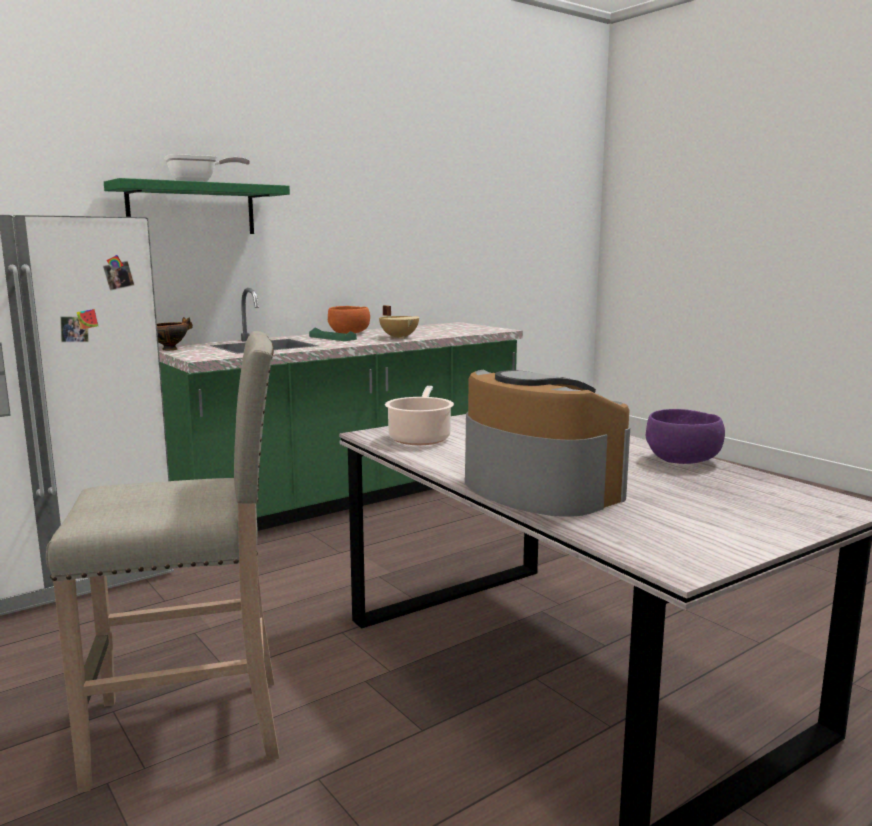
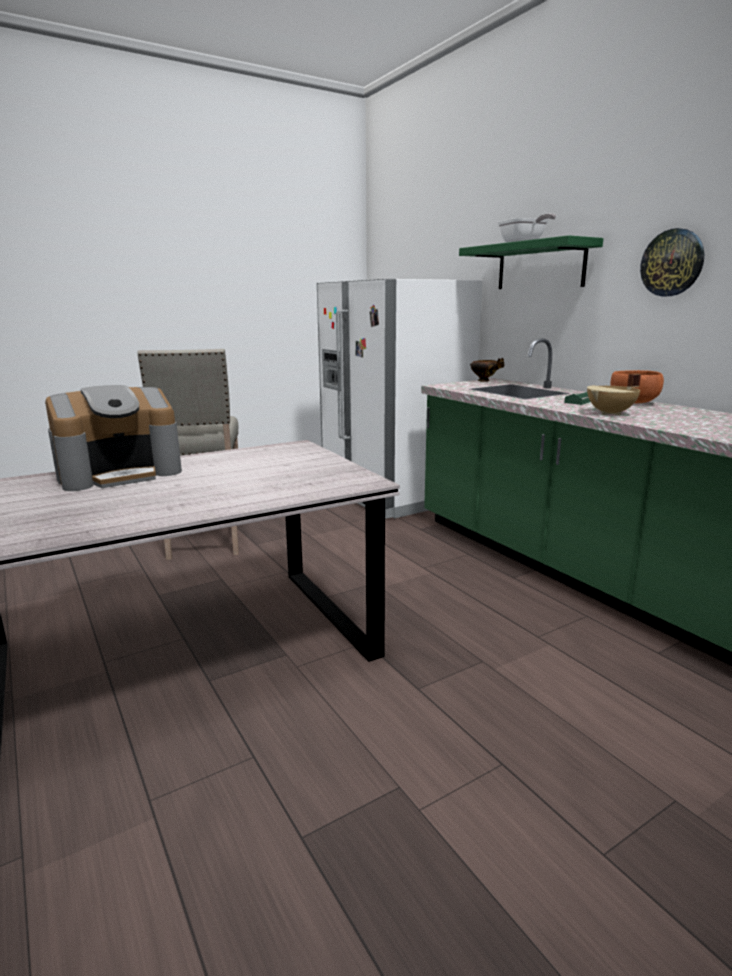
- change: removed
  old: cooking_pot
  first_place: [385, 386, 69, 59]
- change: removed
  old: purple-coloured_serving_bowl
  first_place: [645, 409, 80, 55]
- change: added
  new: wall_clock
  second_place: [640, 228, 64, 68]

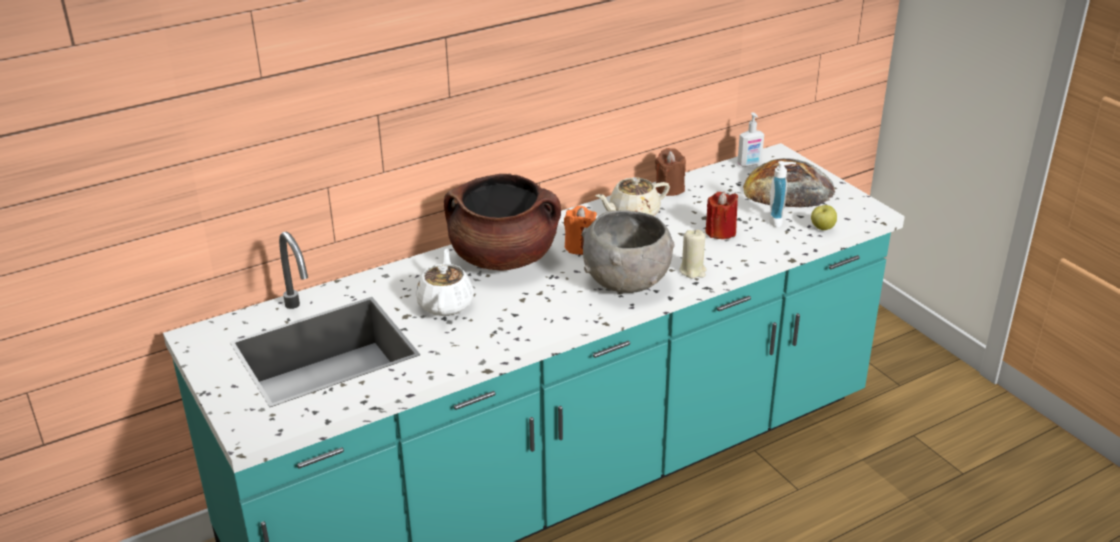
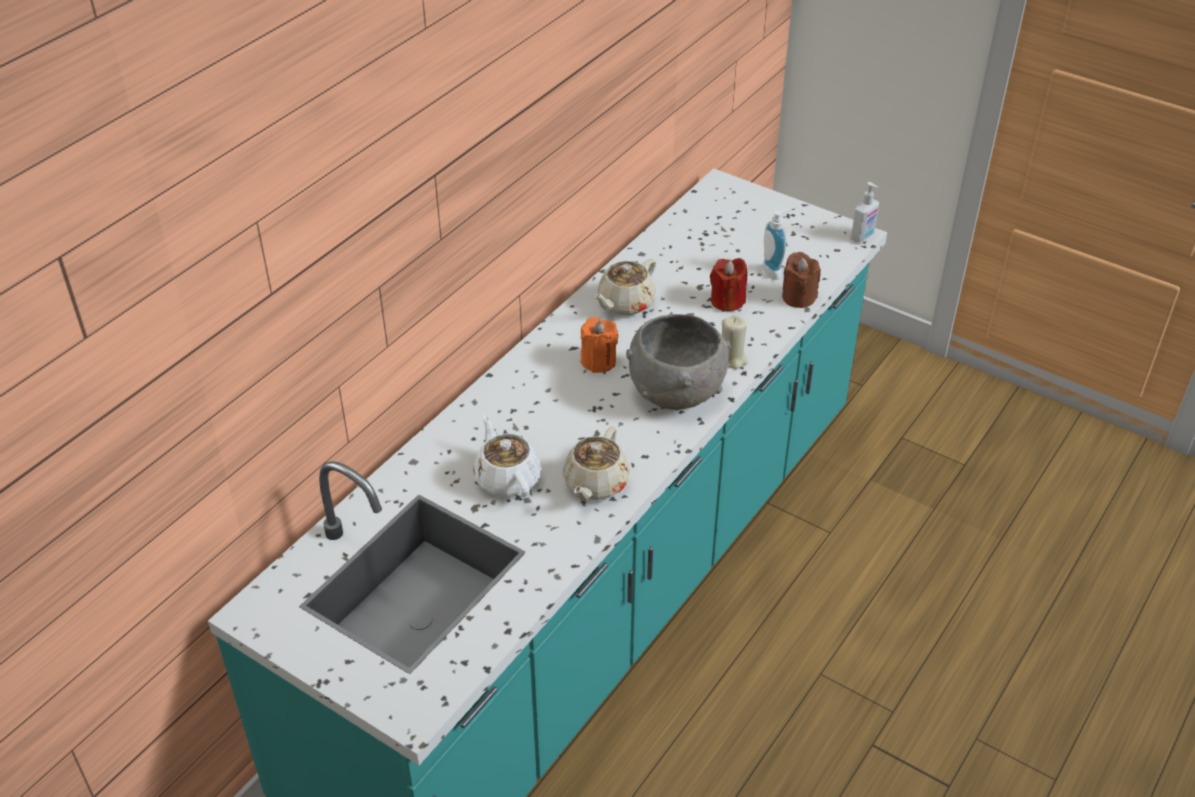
- change: removed
  old: brown-coloured_cooking_pot
  first_place: [444, 174, 117, 97]
- change: removed
  old: bakery_bread
  first_place: [743, 158, 92, 49]
- change: removed
  old: apple_fruit
  first_place: [811, 205, 26, 25]
- change: added
  new: sand-coloured_tea_pot
  second_place: [562, 426, 68, 74]
- change: moved
  old: brown-coloured_wax_light
  first_place: [655, 148, 31, 48]
  second_place: [782, 252, 39, 56]
- change: moved
  old: soap_dispenser
  first_place: [738, 112, 26, 55]
  second_place: [851, 182, 28, 60]

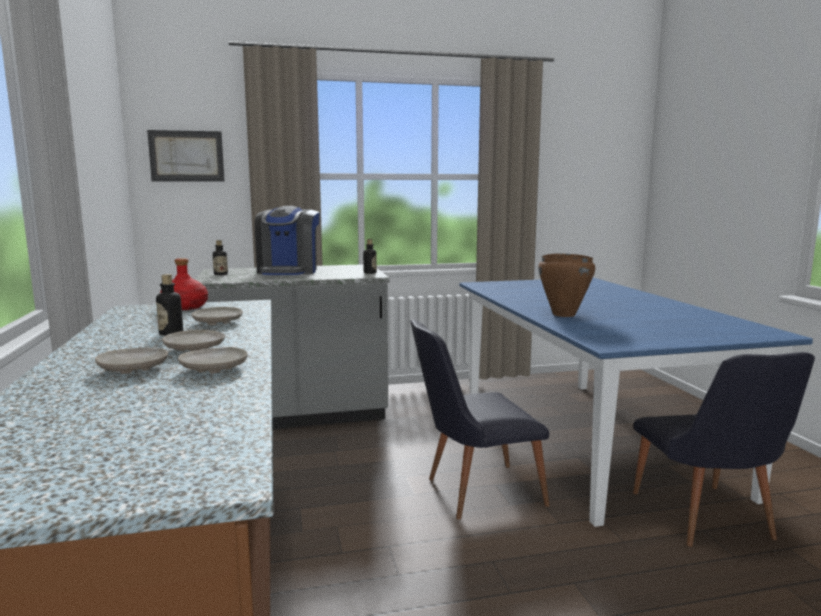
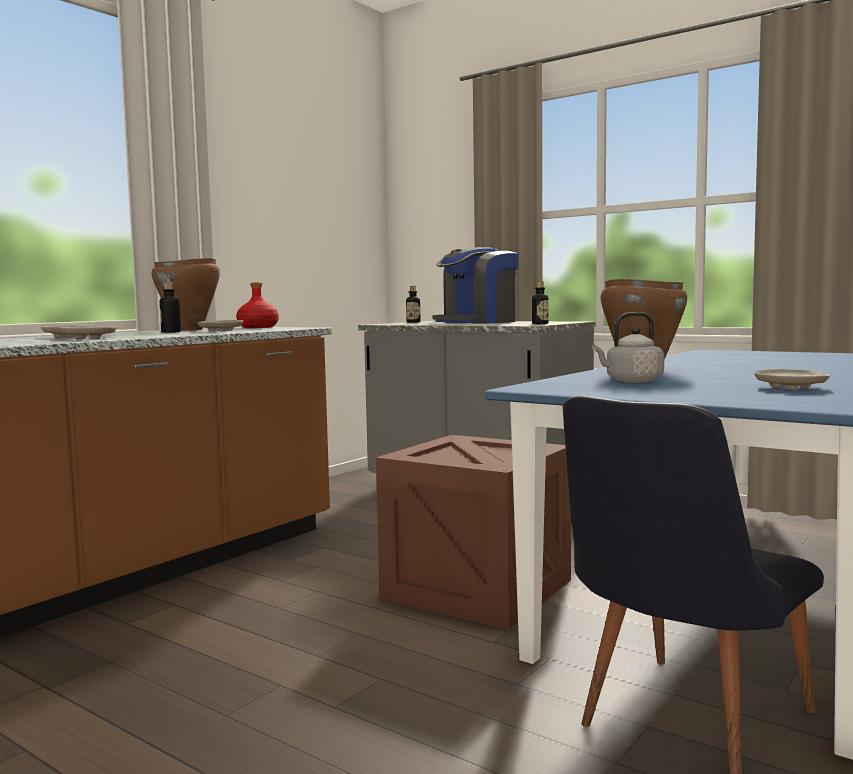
- change: removed
  old: wall_art
  first_place: [147, 130, 78, 52]
- change: added
  new: brown-coloured_cooking_pot
  second_place: [152, 258, 68, 73]
- change: added
  new: gray_kettle
  second_place: [592, 312, 72, 71]
- change: moved
  old: sand-coloured_plate
  first_place: [162, 330, 63, 21]
  second_place: [754, 369, 77, 21]
- change: replaced
  old: blackish_plain_chair
  new: packing_crate
  first_place: [410, 320, 139, 199]
  second_place: [376, 435, 195, 195]

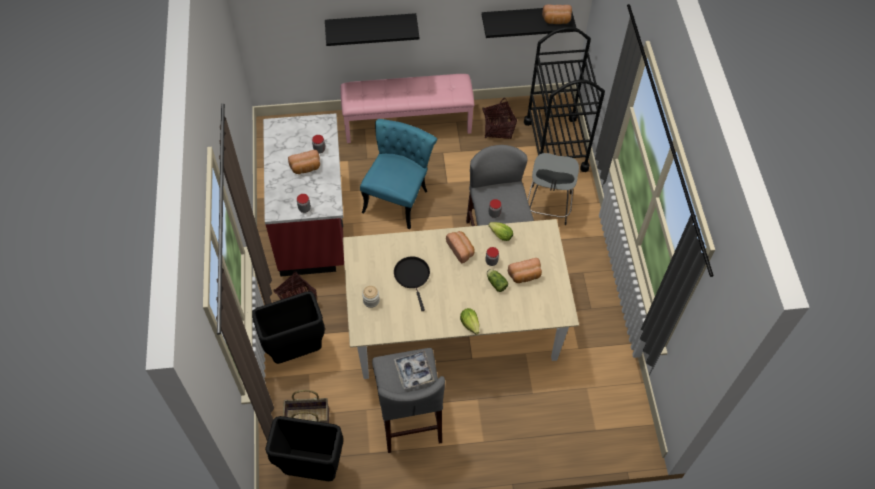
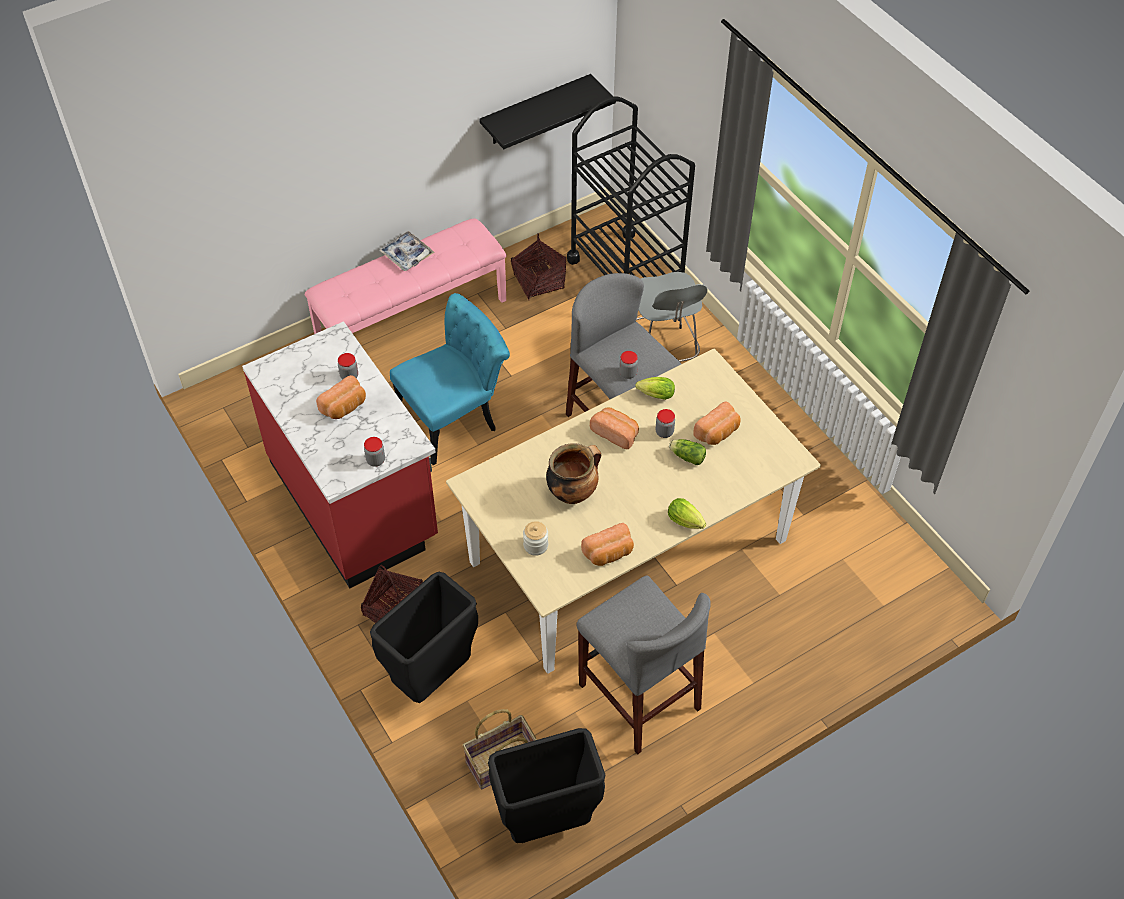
- change: removed
  old: blackish_bracket_shelf
  first_place: [325, 13, 94, 33]
- change: moved
  old: tray
  first_place: [394, 351, 41, 39]
  second_place: [379, 231, 56, 40]
- change: moved
  old: bakery_bread
  first_place: [542, 5, 30, 19]
  second_place: [581, 523, 53, 43]
- change: replaced
  old: blackish_skillet
  new: cooking_pot
  first_place: [394, 256, 36, 55]
  second_place: [546, 444, 55, 60]
- change: turned
  old: blue-green_plain_chair
  first_place: [360, 119, 77, 110]
  second_place: [390, 293, 120, 172]
  degrees: 60

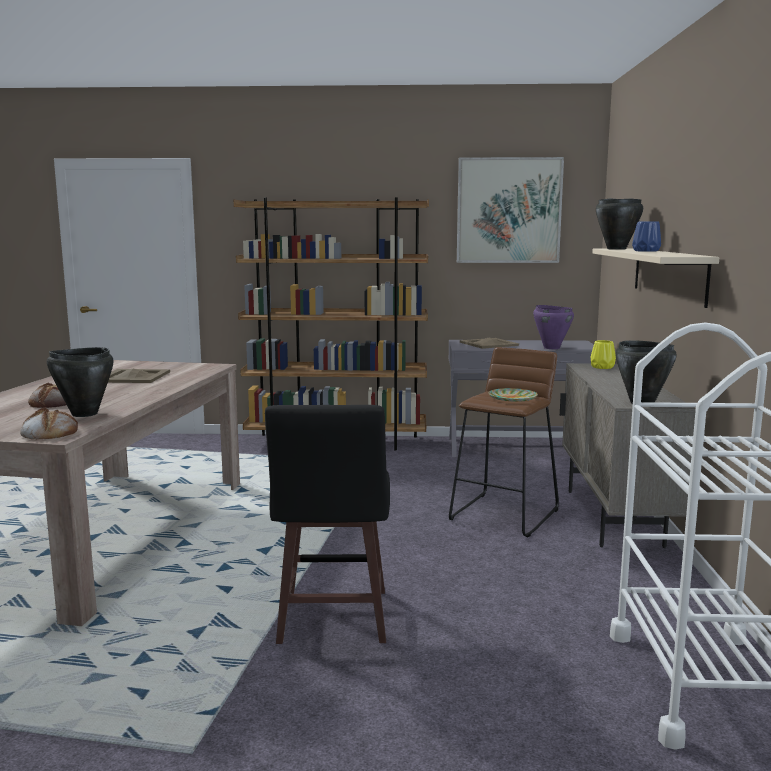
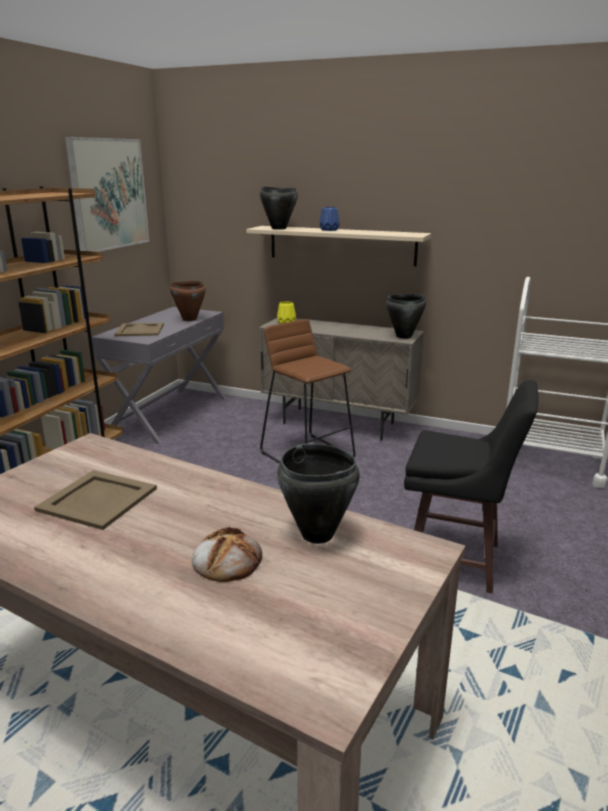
- change: removed
  old: bakery_bread
  first_place: [20, 407, 58, 32]
- change: removed
  old: plate
  first_place: [489, 388, 49, 14]
- change: recoloured
  old: purple-coloured_cooking_pot
  new: brown-coloured_cooking_pot
  first_place: [533, 305, 41, 44]
  second_place: [170, 281, 36, 40]

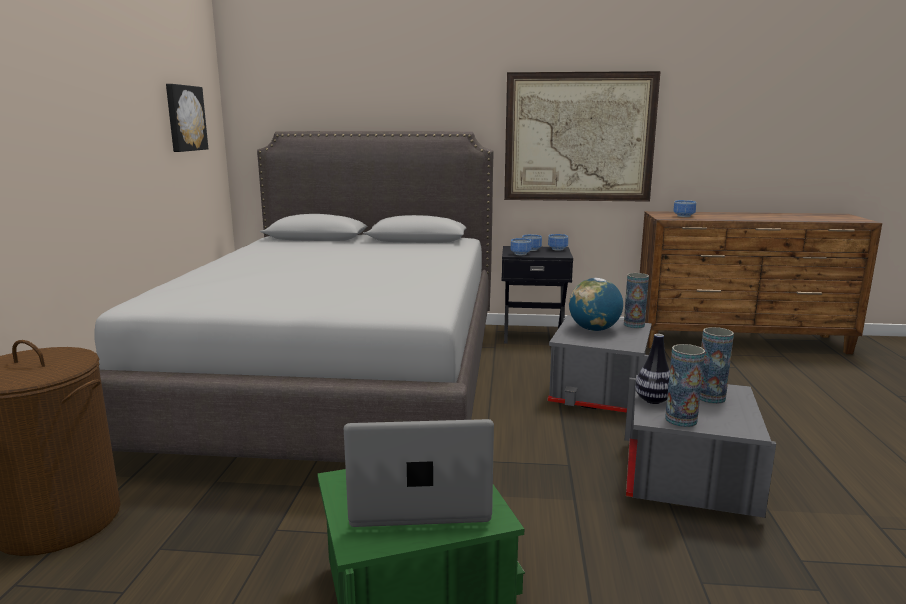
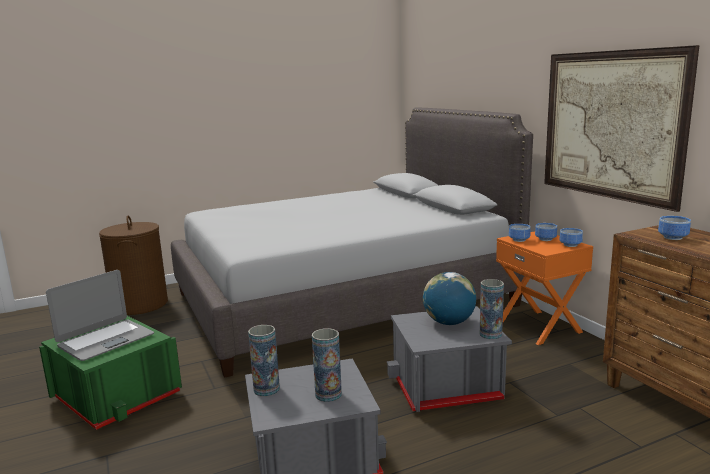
- change: removed
  old: wall_art
  first_place: [166, 84, 42, 68]
- change: removed
  old: flower_vase
  first_place: [635, 334, 35, 70]
- change: recoloured
  old: blackish_nightstand
  new: orange-coloured_nightstand
  first_place: [502, 246, 71, 98]
  second_place: [496, 231, 97, 114]
- change: turned
  old: laptop
  first_place: [344, 419, 150, 108]
  second_place: [46, 270, 108, 91]
  degrees: 75

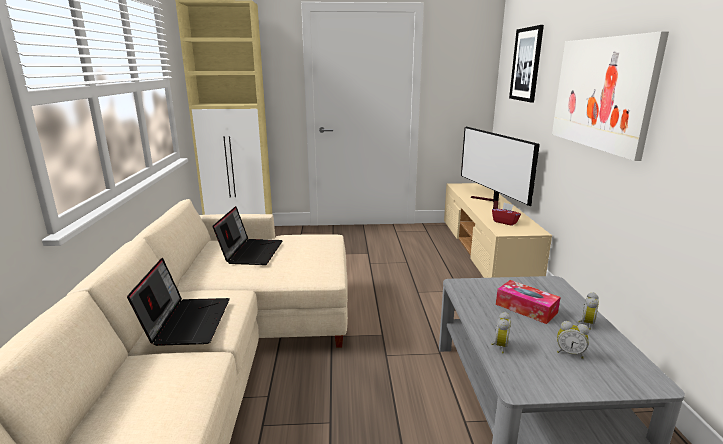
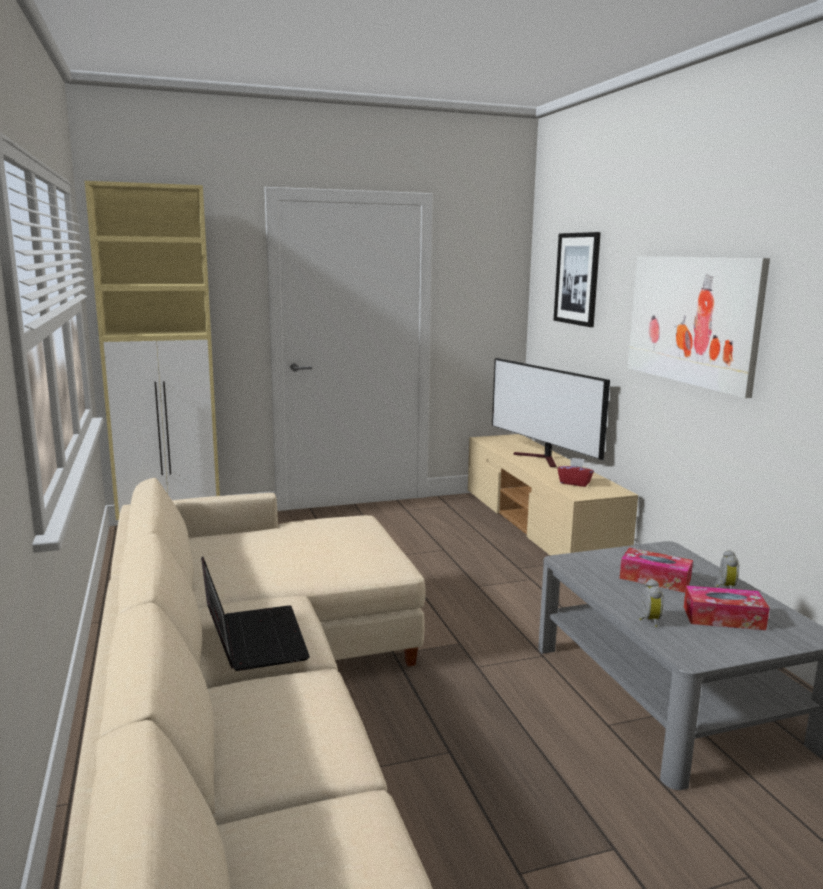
- change: removed
  old: laptop
  first_place: [213, 206, 70, 59]
- change: replaced
  old: alarm_clock
  new: box_of_tissues
  first_place: [557, 321, 32, 38]
  second_place: [684, 586, 86, 44]

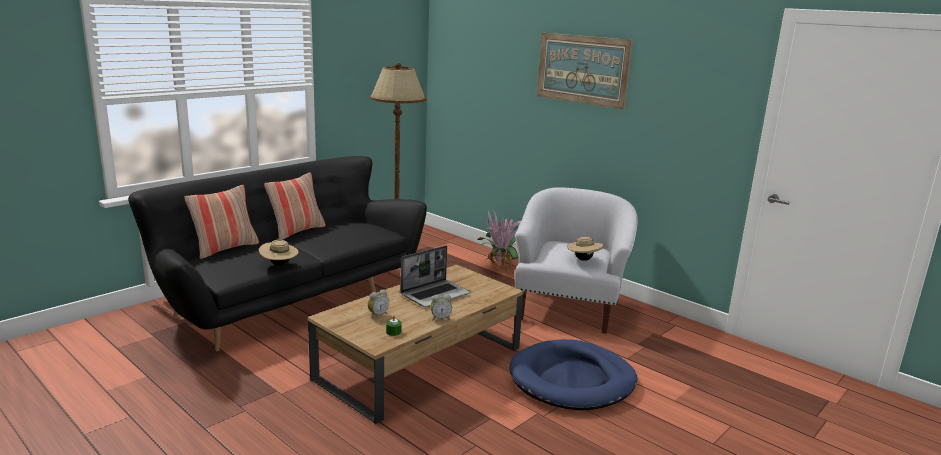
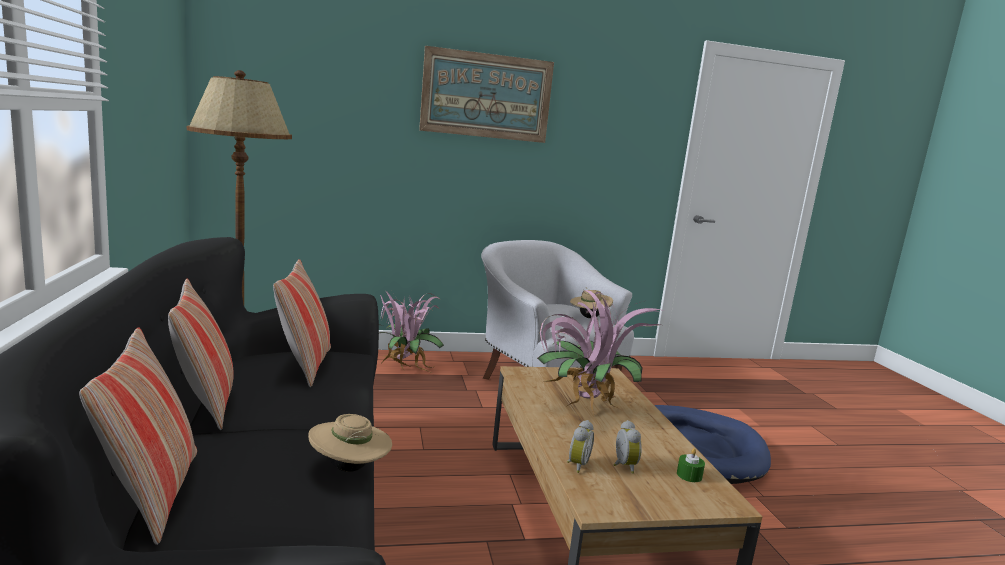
- change: added
  new: pillow
  second_place: [273, 259, 58, 128]
- change: moved
  old: alarm_clock
  first_place: [431, 294, 21, 26]
  second_place: [567, 420, 27, 53]
- change: replaced
  old: laptop
  new: potted_plant
  first_place: [401, 245, 69, 62]
  second_place: [537, 290, 127, 124]

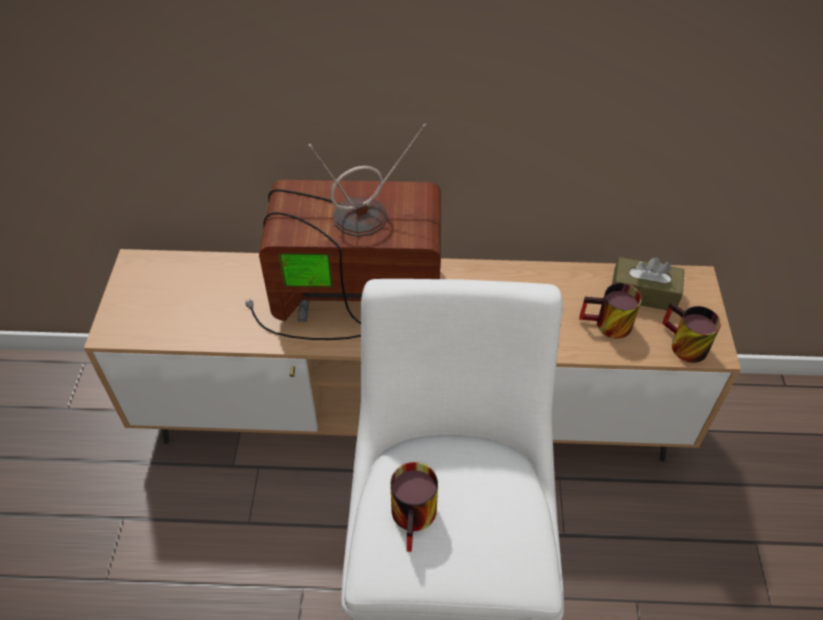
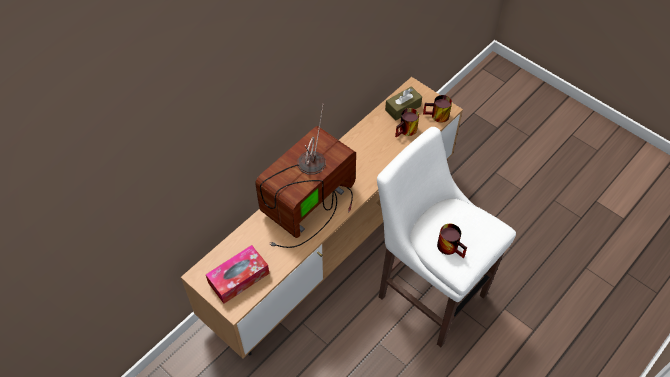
- change: added
  new: box_of_tissues
  second_place: [206, 245, 63, 59]

